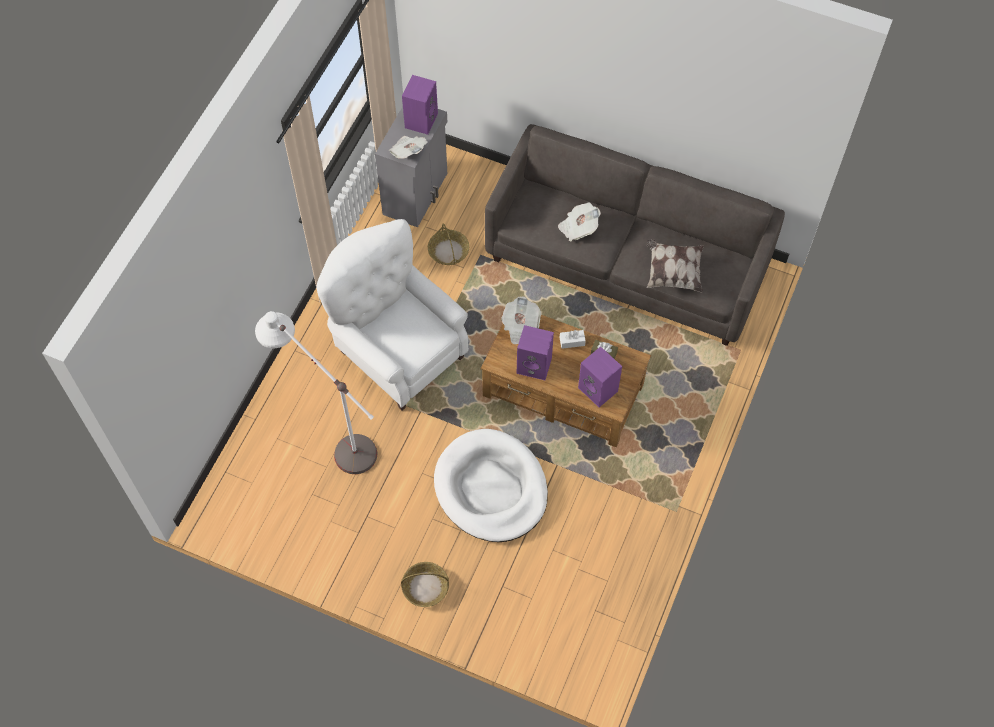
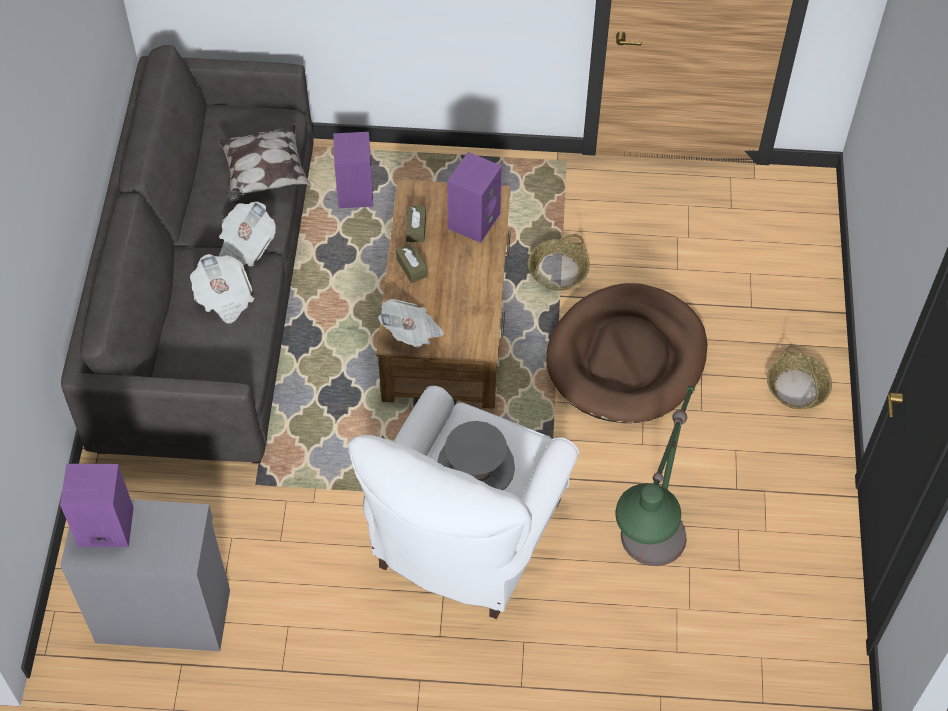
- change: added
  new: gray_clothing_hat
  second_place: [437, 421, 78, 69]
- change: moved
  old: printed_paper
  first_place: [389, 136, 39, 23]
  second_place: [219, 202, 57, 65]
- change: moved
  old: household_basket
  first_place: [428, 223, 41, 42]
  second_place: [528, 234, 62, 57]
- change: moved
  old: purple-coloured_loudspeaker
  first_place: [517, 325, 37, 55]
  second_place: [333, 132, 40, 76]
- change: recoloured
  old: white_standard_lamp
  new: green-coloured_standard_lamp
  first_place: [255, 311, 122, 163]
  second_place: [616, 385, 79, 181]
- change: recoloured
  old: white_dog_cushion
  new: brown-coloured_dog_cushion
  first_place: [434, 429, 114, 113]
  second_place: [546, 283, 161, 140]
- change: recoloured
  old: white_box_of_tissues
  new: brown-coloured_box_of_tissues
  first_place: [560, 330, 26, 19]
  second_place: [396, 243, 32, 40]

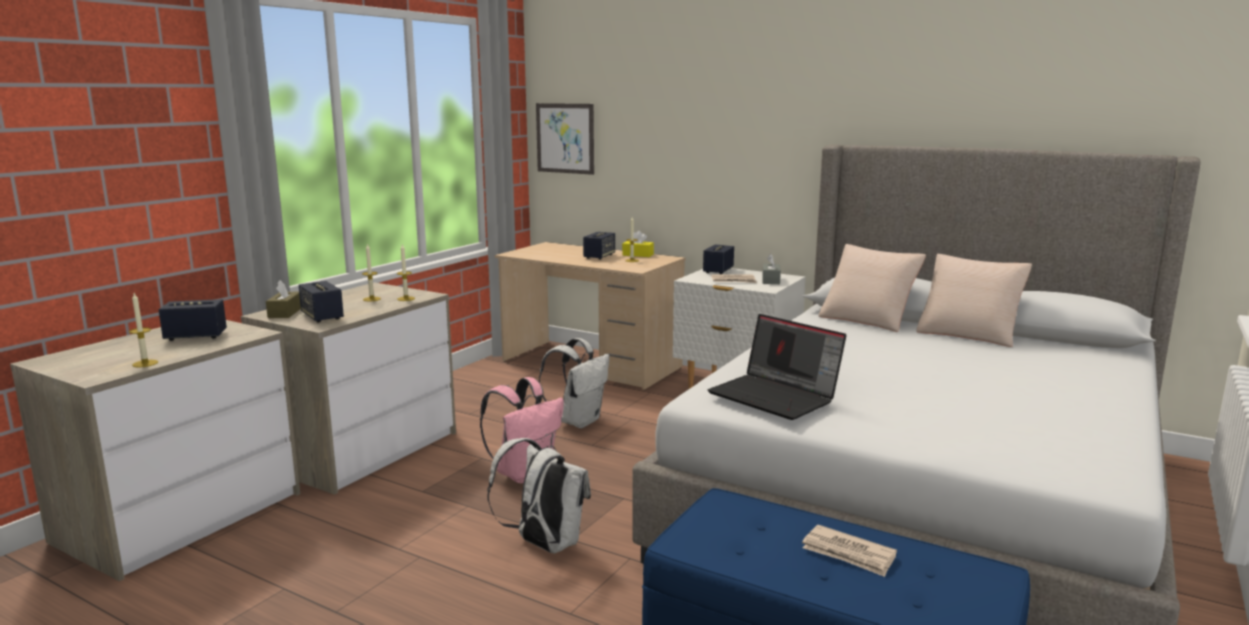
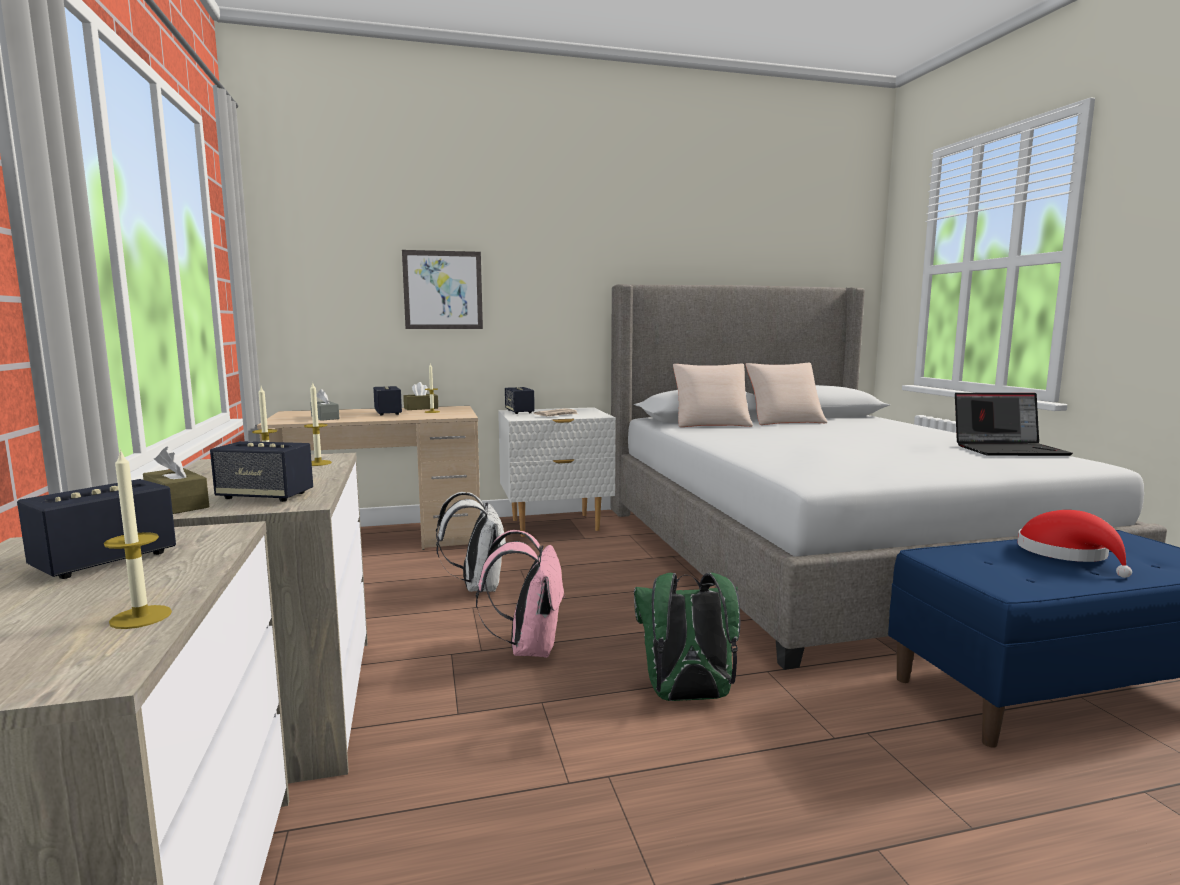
- change: moved
  old: wall_art
  first_place: [536, 103, 58, 72]
  second_place: [402, 250, 81, 79]
- change: moved
  old: laptop
  first_place: [708, 314, 138, 106]
  second_place: [955, 393, 118, 63]
- change: moved
  old: gray_box_of_tissues
  first_place: [762, 254, 19, 30]
  second_place: [310, 389, 29, 32]
- change: replaced
  old: printed_paper
  new: red-coloured_clothing_hat
  first_place: [802, 525, 95, 52]
  second_place: [1017, 510, 115, 68]
- change: recoloured
  old: white_knapsack
  new: green-coloured_knapsack
  first_place: [487, 438, 104, 116]
  second_place: [634, 573, 106, 128]
- change: recoloured
  old: yellow_box_of_tissues
  new: brown-coloured_box_of_tissues
  first_place: [622, 231, 32, 26]
  second_place: [403, 382, 35, 28]

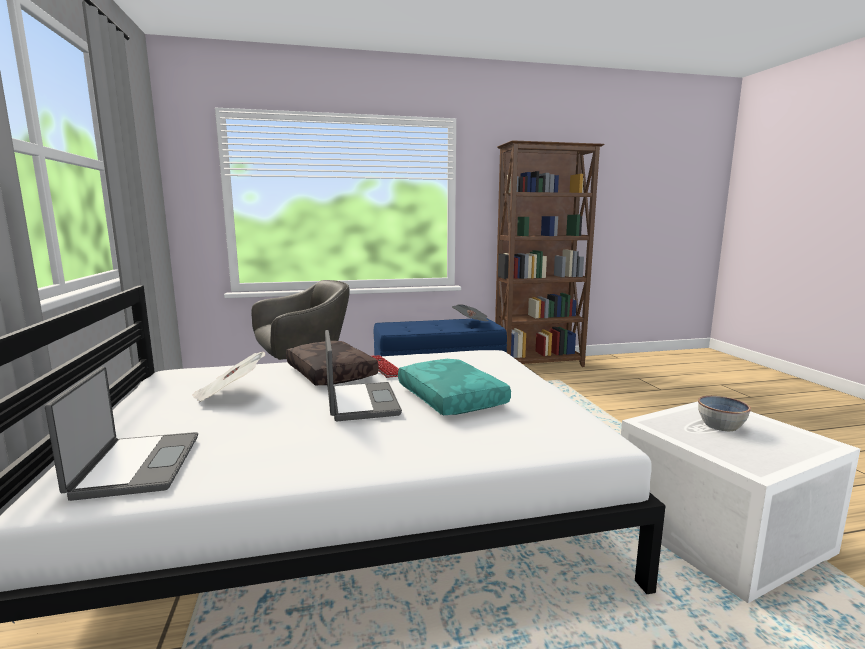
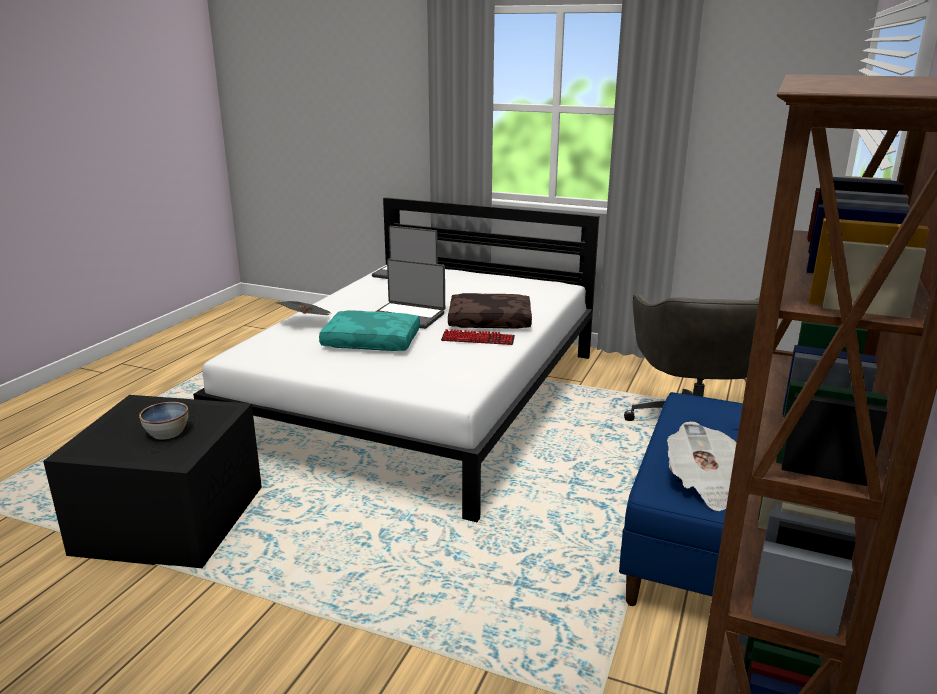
- change: moved
  old: printed_paper
  first_place: [193, 352, 72, 50]
  second_place: [277, 301, 54, 14]
- change: recoloured
  old: white_storage_box
  new: blackish_storage_box
  first_place: [621, 401, 239, 202]
  second_place: [43, 395, 219, 173]

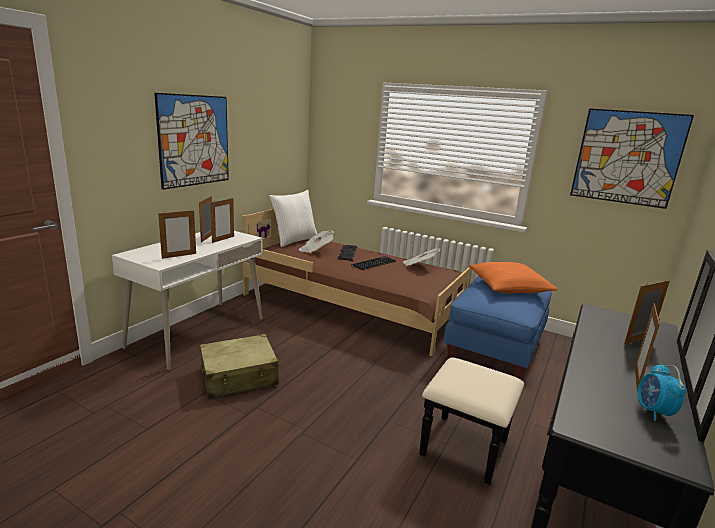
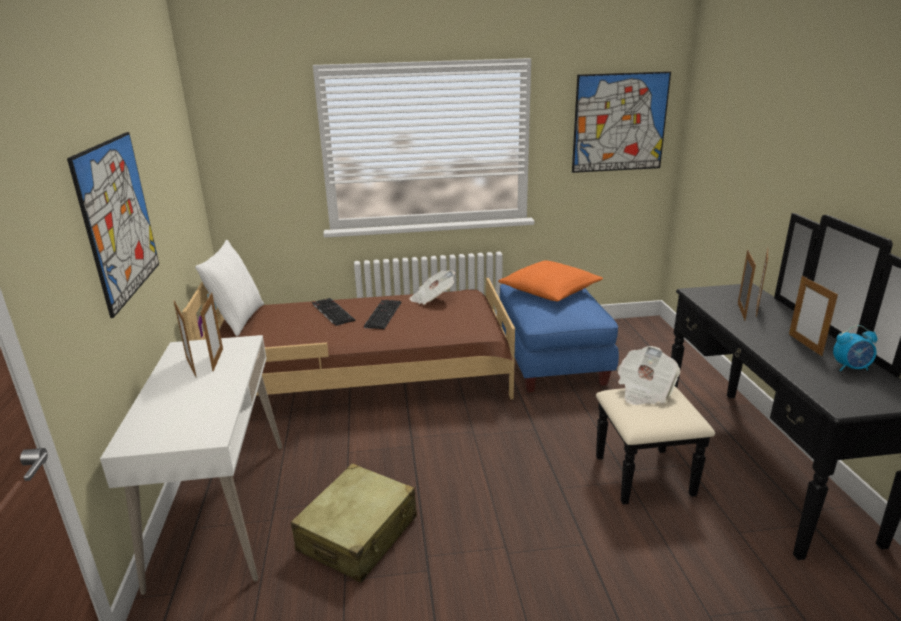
- change: moved
  old: picture_frame
  first_place: [158, 210, 38, 49]
  second_place: [738, 250, 18, 71]
- change: moved
  old: printed_paper
  first_place: [299, 230, 35, 23]
  second_place: [617, 346, 63, 59]
- change: turned
  old: alarm_clock
  first_place: [638, 363, 48, 58]
  second_place: [833, 325, 44, 47]
  degrees: -60

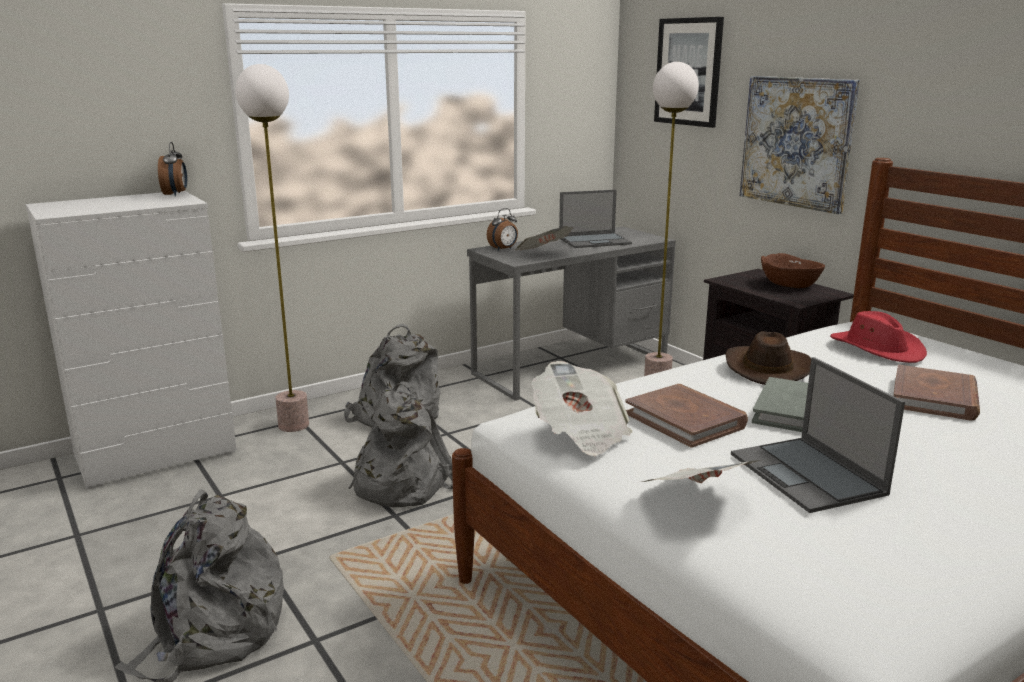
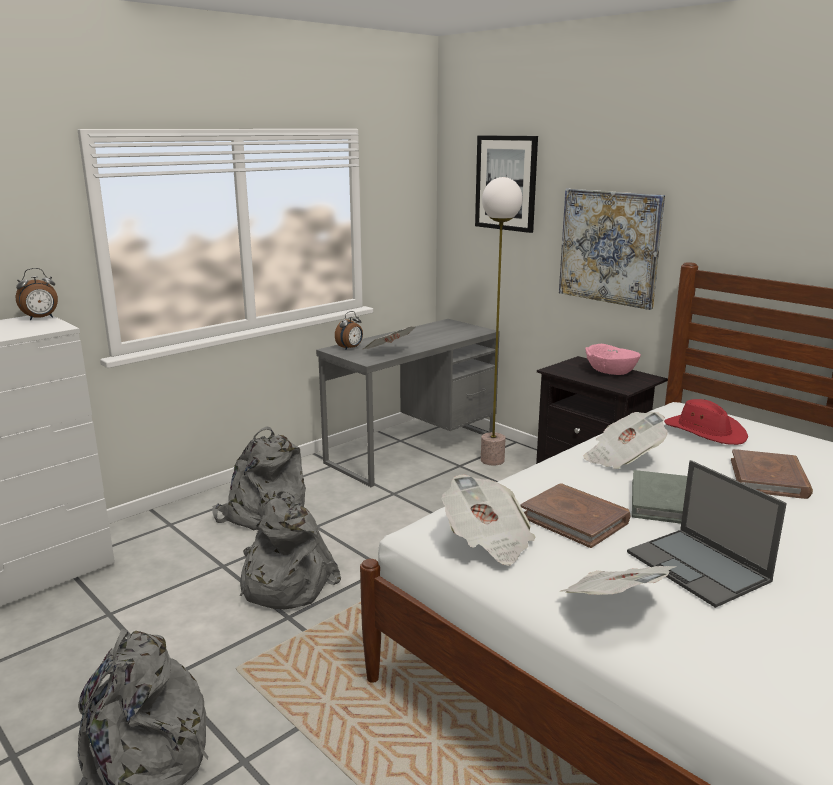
- change: removed
  old: standard_lamp
  first_place: [235, 64, 74, 368]
- change: removed
  old: laptop
  first_place: [559, 190, 73, 58]
- change: replaced
  old: brown-coloured_clothing_hat
  new: printed_paper
  first_place: [725, 331, 86, 54]
  second_place: [583, 412, 85, 57]
- change: recoloured
  old: brown-coloured_serving_bowl
  new: pinkish_serving_bowl
  first_place: [761, 253, 64, 35]
  second_place: [585, 344, 56, 31]
- change: turned
  old: alarm_clock
  first_place: [158, 142, 29, 54]
  second_place: [16, 268, 42, 52]
  degrees: 75

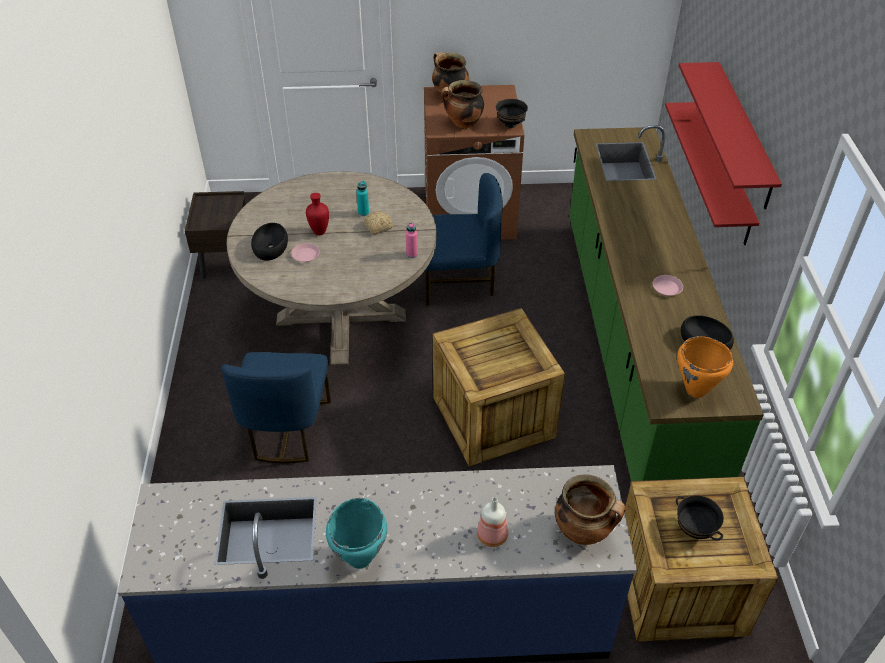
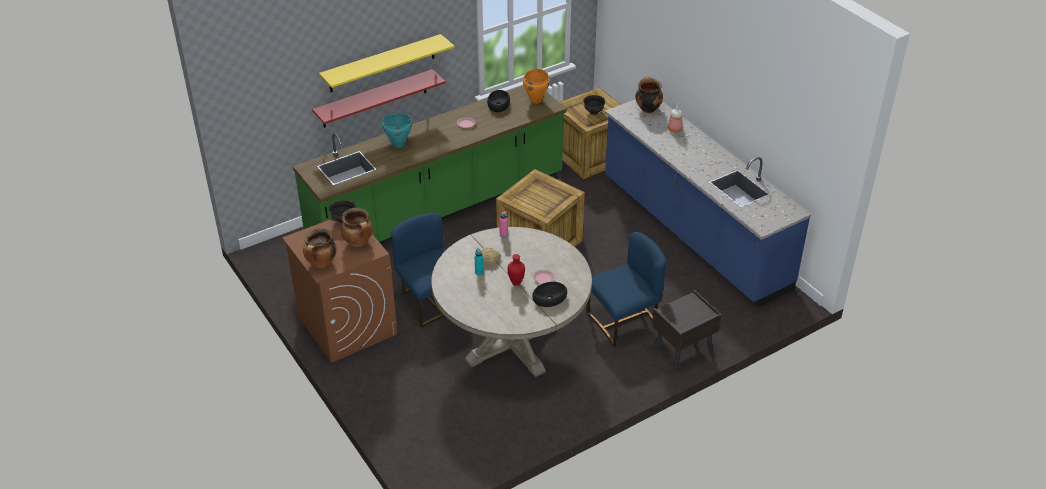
- change: moved
  old: brown-coloured_nightstand
  first_place: [185, 191, 61, 88]
  second_place: [652, 290, 70, 79]
- change: moved
  old: blue-green_cooking_pot
  first_place: [326, 498, 61, 71]
  second_place: [382, 113, 30, 35]
- change: recoloured
  old: red-coloured_bracket_shelf
  new: yellow_bracket_shelf
  first_place: [679, 62, 103, 147]
  second_place: [319, 34, 136, 58]

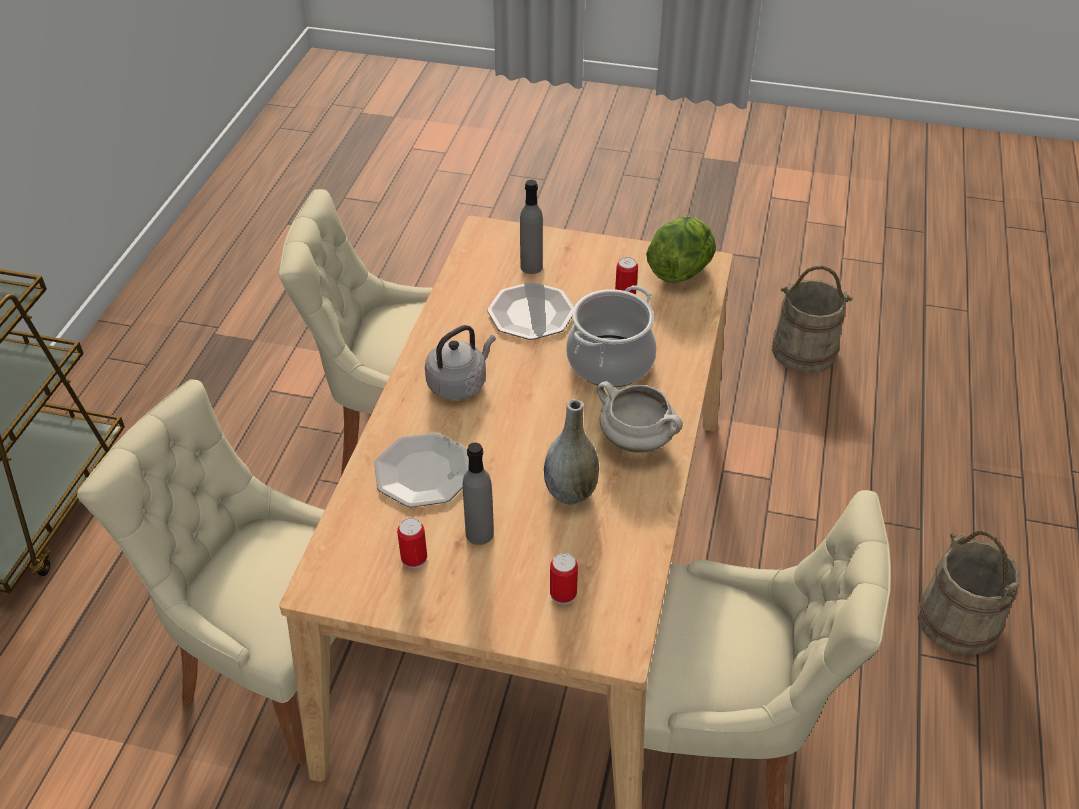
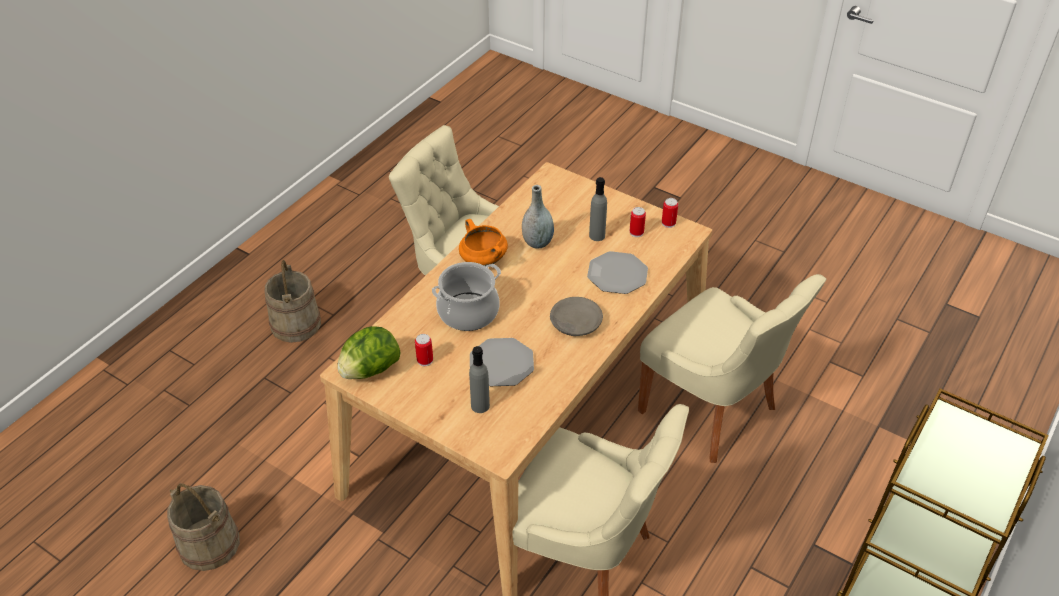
- change: moved
  old: can
  first_place: [550, 553, 28, 52]
  second_place: [662, 198, 16, 30]
- change: replaced
  old: gray_kettle
  new: gray_serving_bowl
  first_place: [425, 325, 71, 75]
  second_place: [550, 297, 53, 39]
- change: recoloured
  old: white_cooking_pot
  new: orange-coloured_cooking_pot
  first_place: [597, 381, 86, 72]
  second_place: [459, 219, 49, 47]

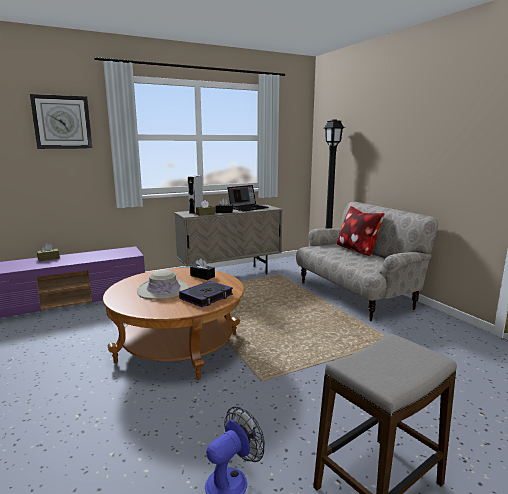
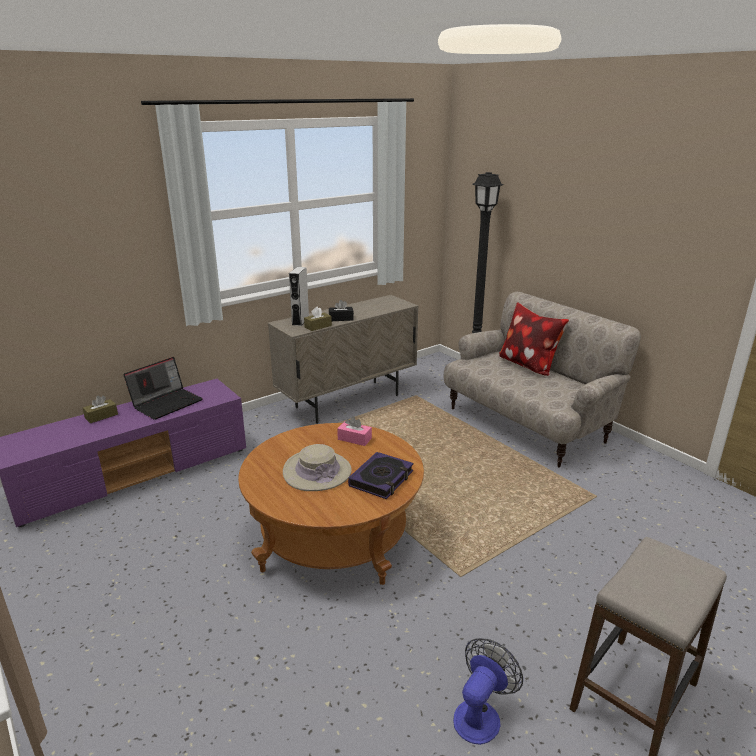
- change: removed
  old: wall_clock
  first_place: [30, 94, 62, 55]
- change: moved
  old: laptop
  first_place: [227, 185, 41, 26]
  second_place: [123, 357, 80, 63]
- change: recoloured
  old: blackish_box_of_tissues
  new: pinkish_box_of_tissues
  first_place: [190, 258, 25, 22]
  second_place: [337, 417, 35, 29]

